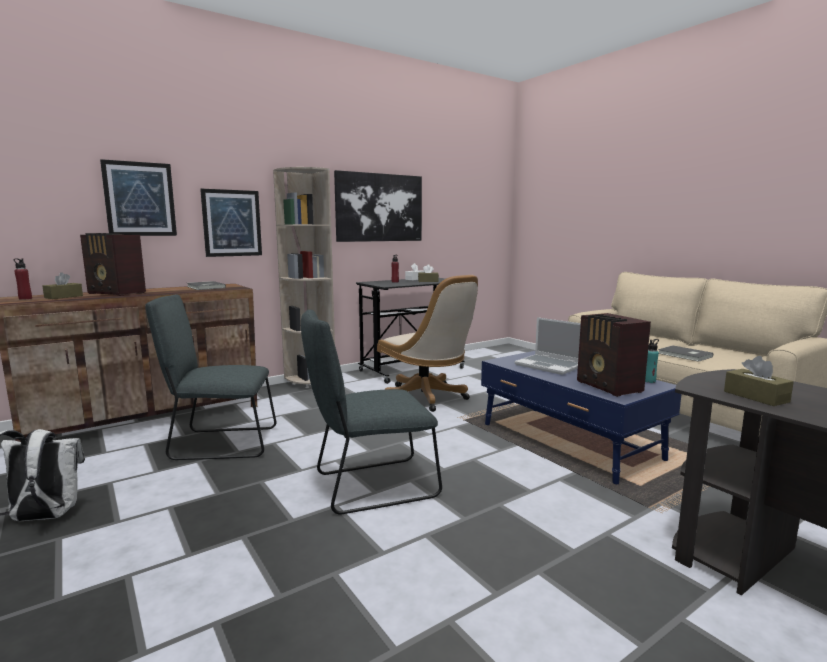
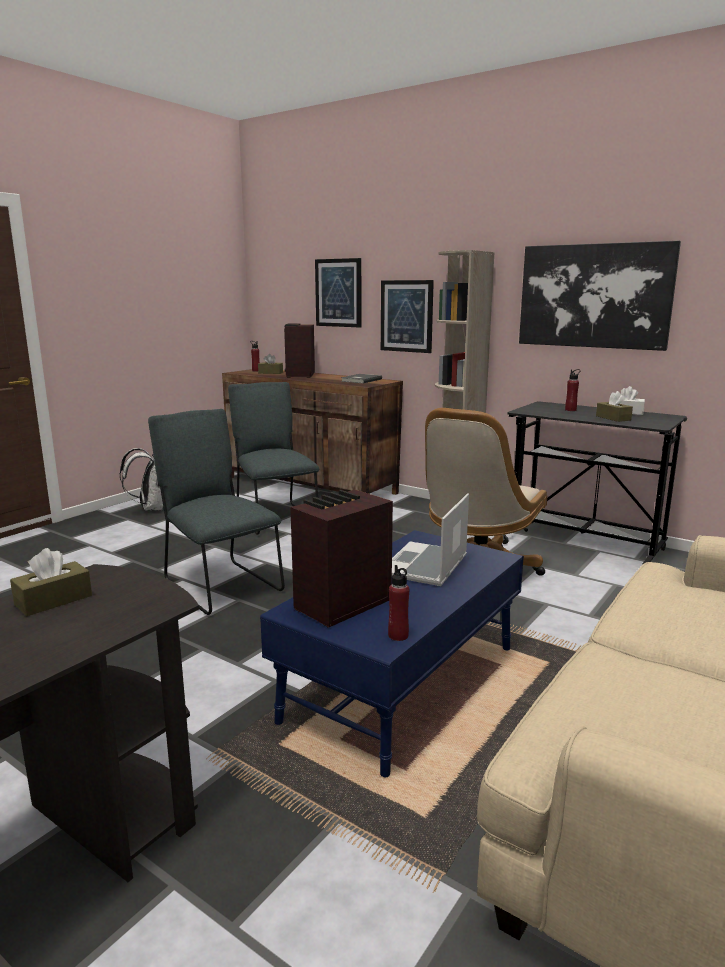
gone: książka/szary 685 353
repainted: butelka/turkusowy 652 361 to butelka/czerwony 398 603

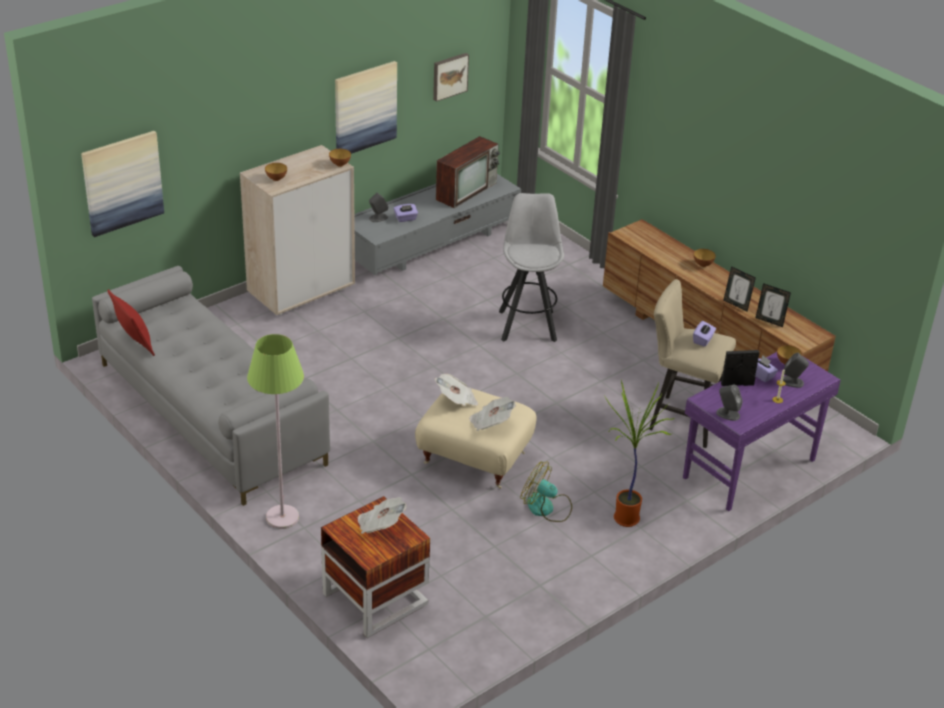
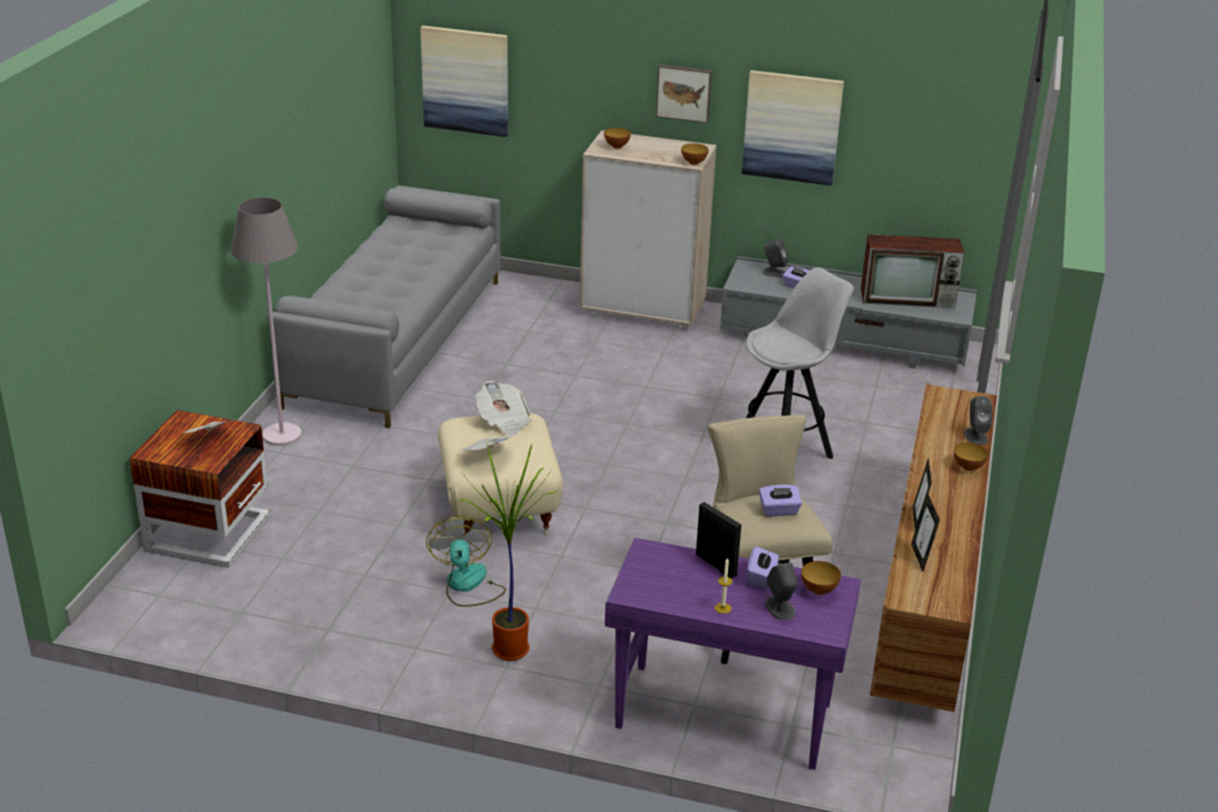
gone: poduszka/czerwony 131 322
shifted: obraz 451 77 to 684 93; głośnik/szary 729 403 to 978 420
repainted: lampa stojąca/zielony 275 431 to lampa stojąca/szary 266 322

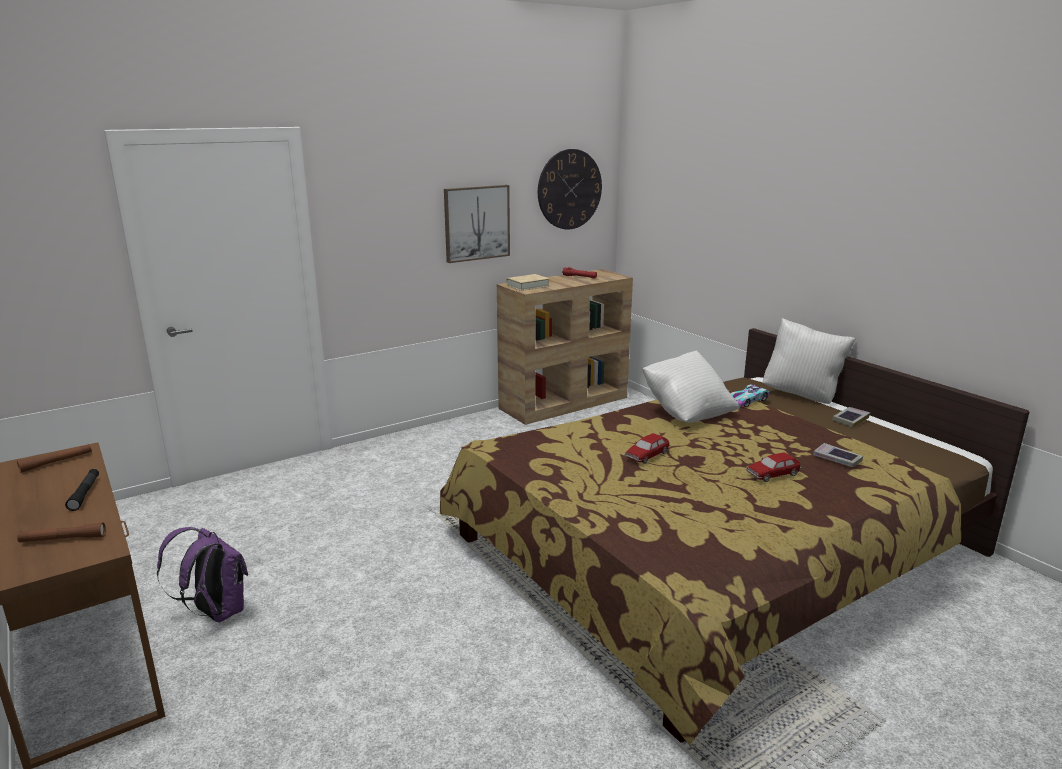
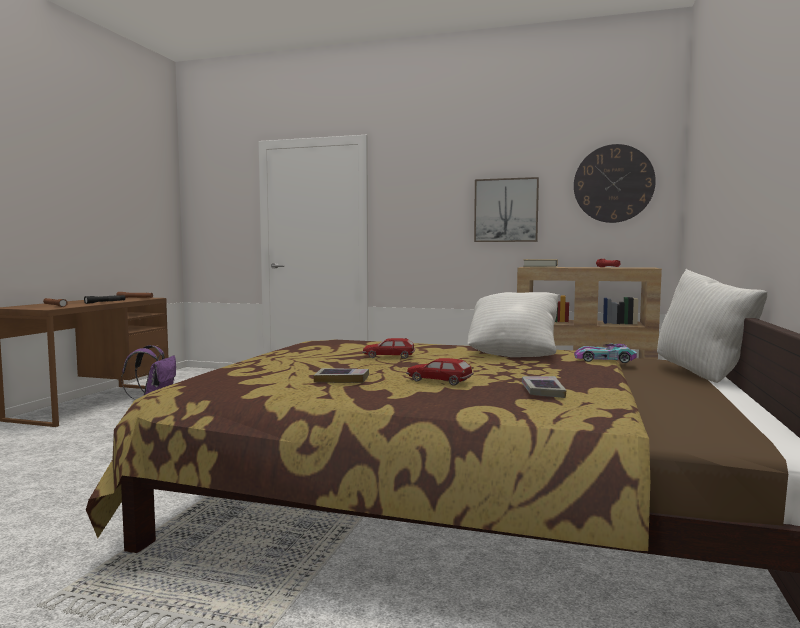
shifted: książka 851 417 to 341 375

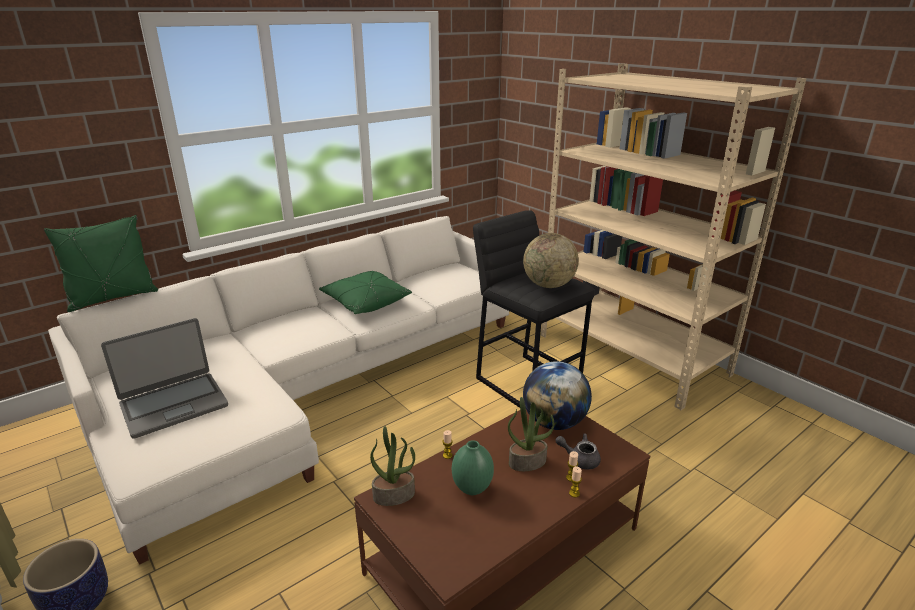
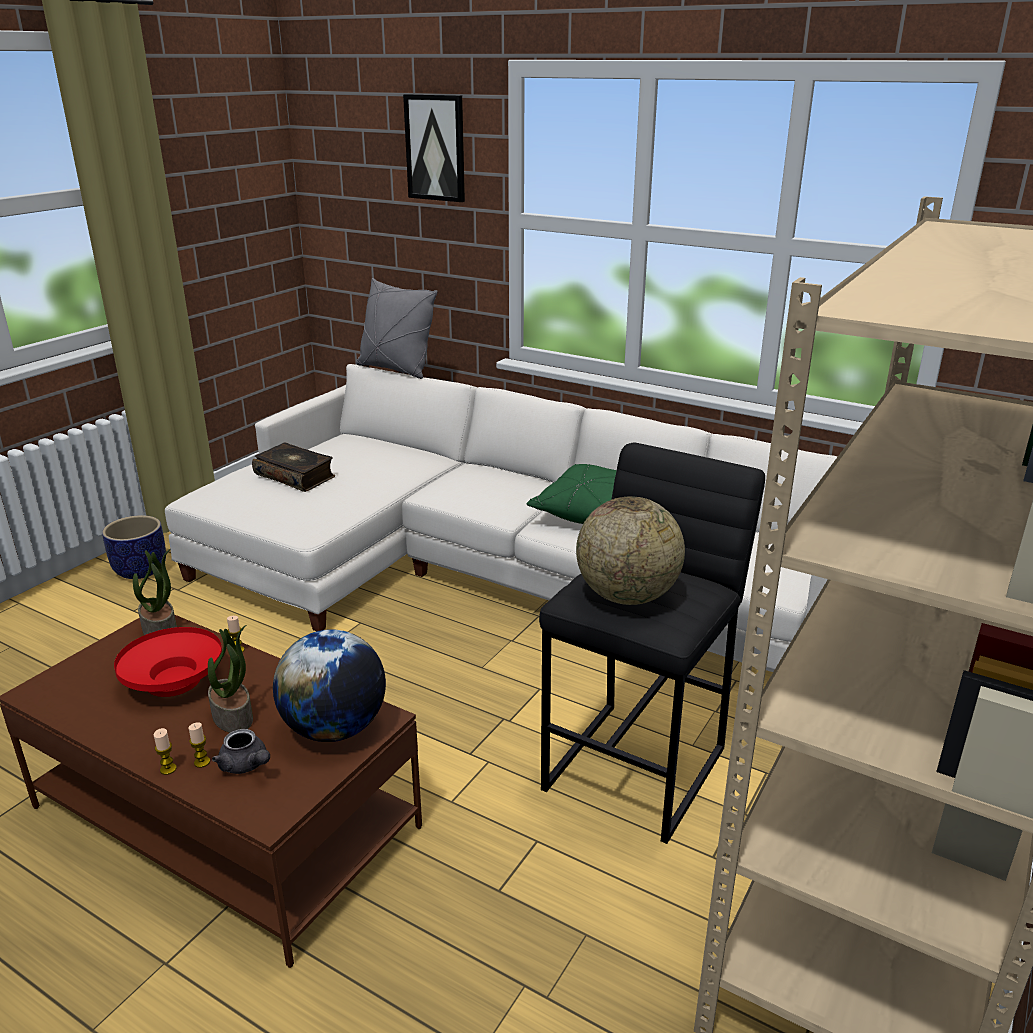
new: obraz 434 148
swapped: wazon/zielony 473 467 to miska/czerwony 168 662; laptop 164 378 to książka 293 467
repainted: poduszka/zielony 101 263 to poduszka/szary 397 328
rotated: imbryk/szary 578 452 = 241 751 135 degrees clockwise

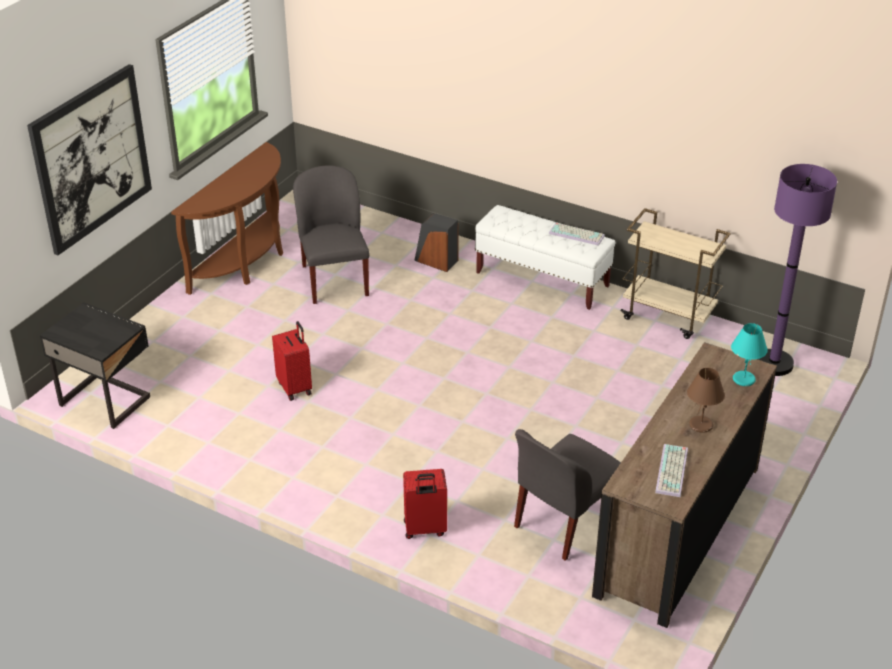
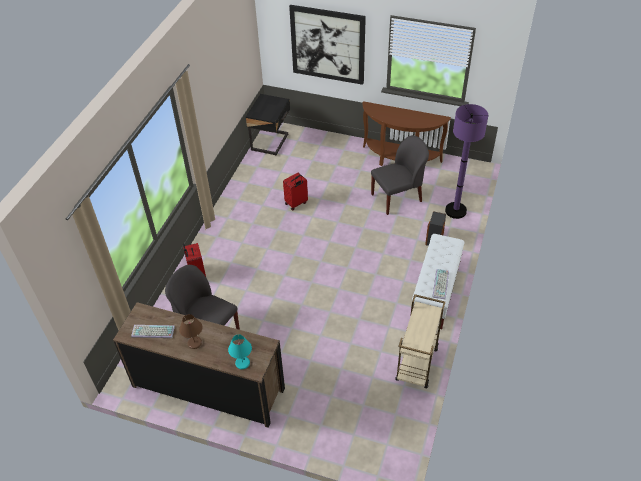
shifted: lampa stojąca/fioletowy 797 270 to 466 161

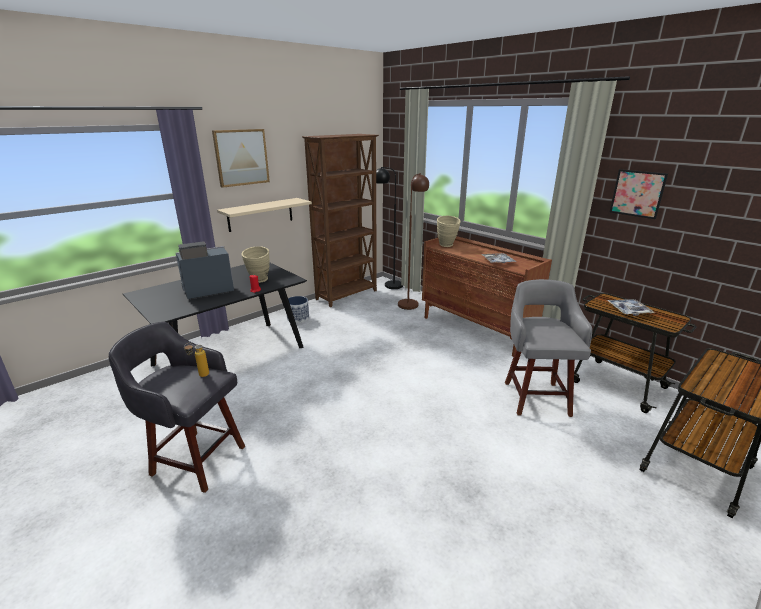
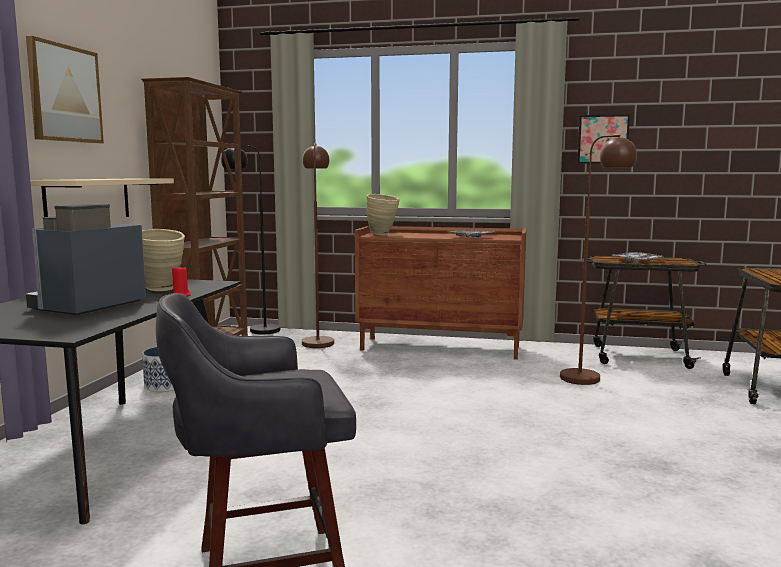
gone: butelka 196 360
swapped: stołek/szary 548 348 to lampa stojąca/brązowy 598 259

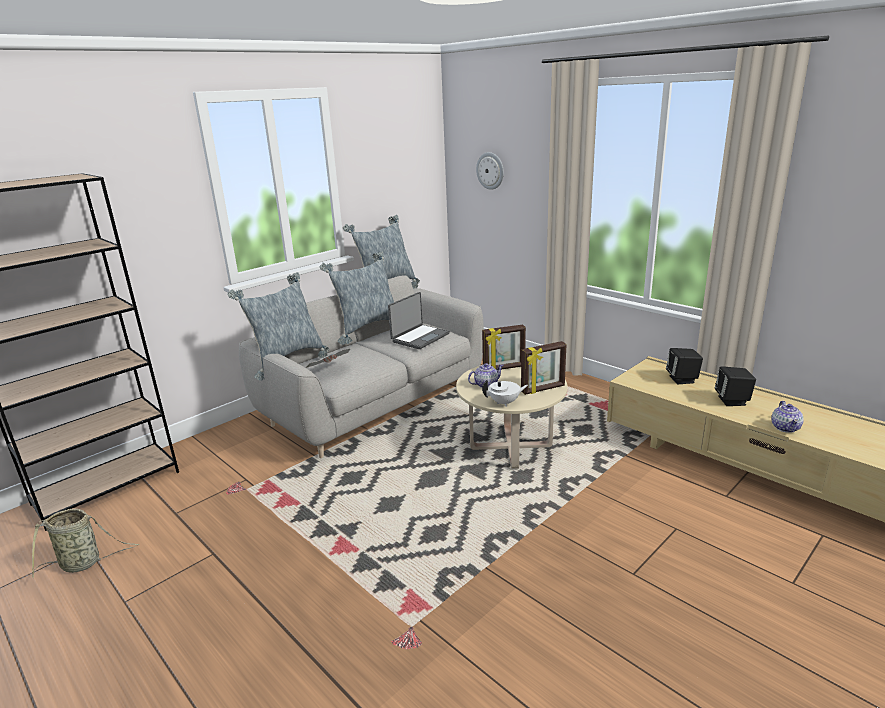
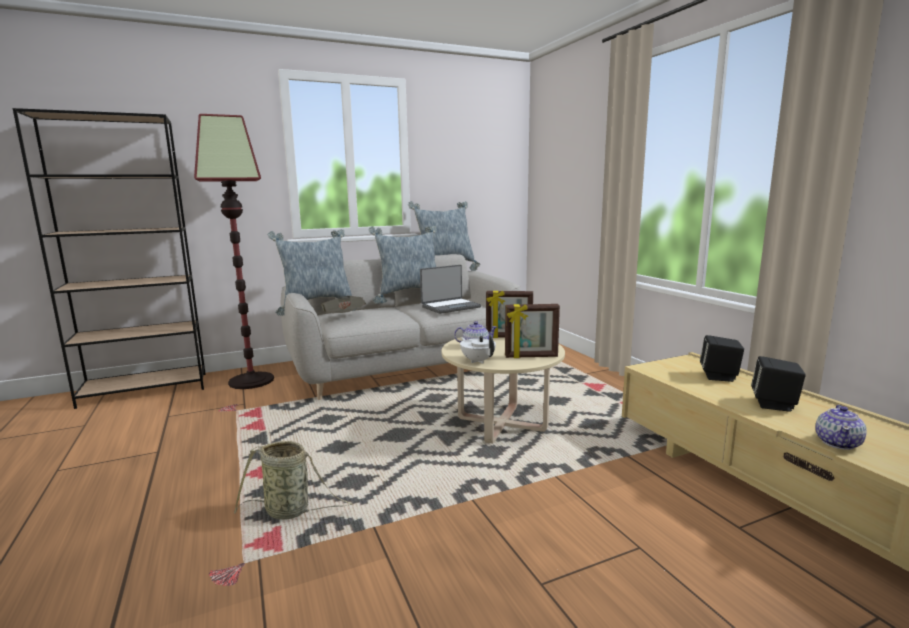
gone: zegar ścienny 490 171
new: lampa stojąca 234 251
shifted: koszyk 86 543 to 293 480
rotated: imbryk/biały 505 393 = 478 349 135 degrees counterclockwise

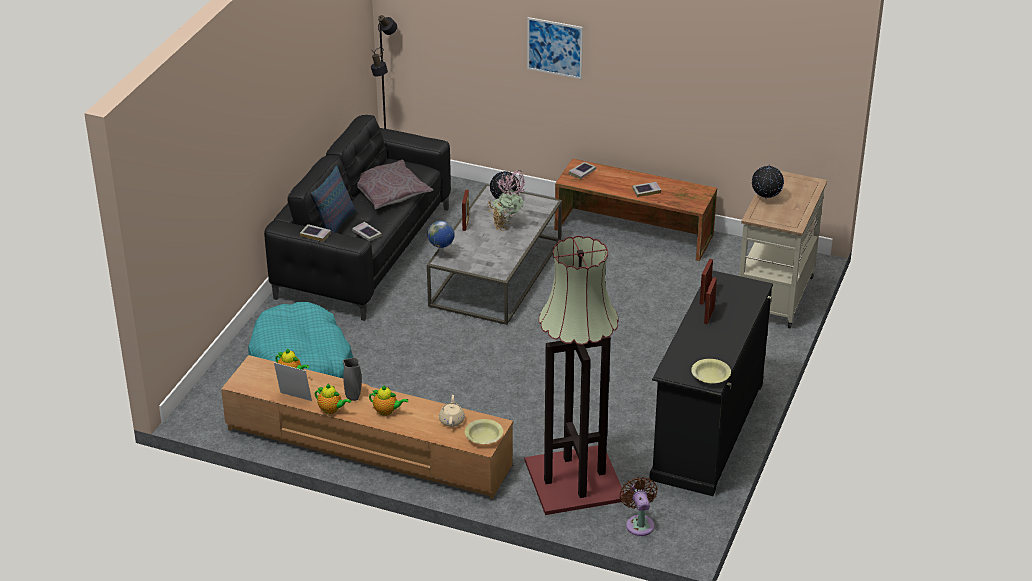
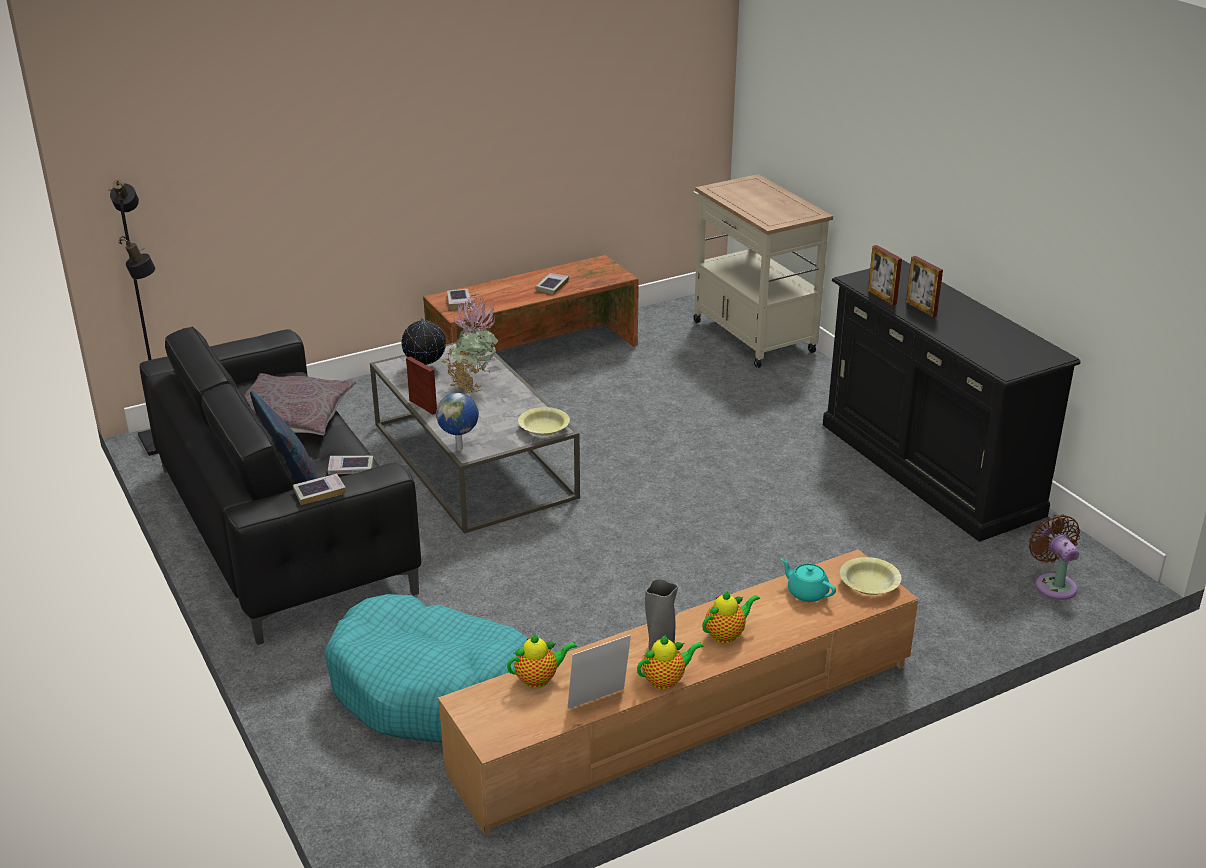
gone: lampa stojąca 574 375; obraz 555 48; globus 768 182
shifted: miska/żółty 711 371 to 544 421
repainted: imbryk/beżowy 452 411 to imbryk/turkusowy 808 580
rotated: wentylator/brązowy 638 506 = 1054 557 45 degrees clockwise

